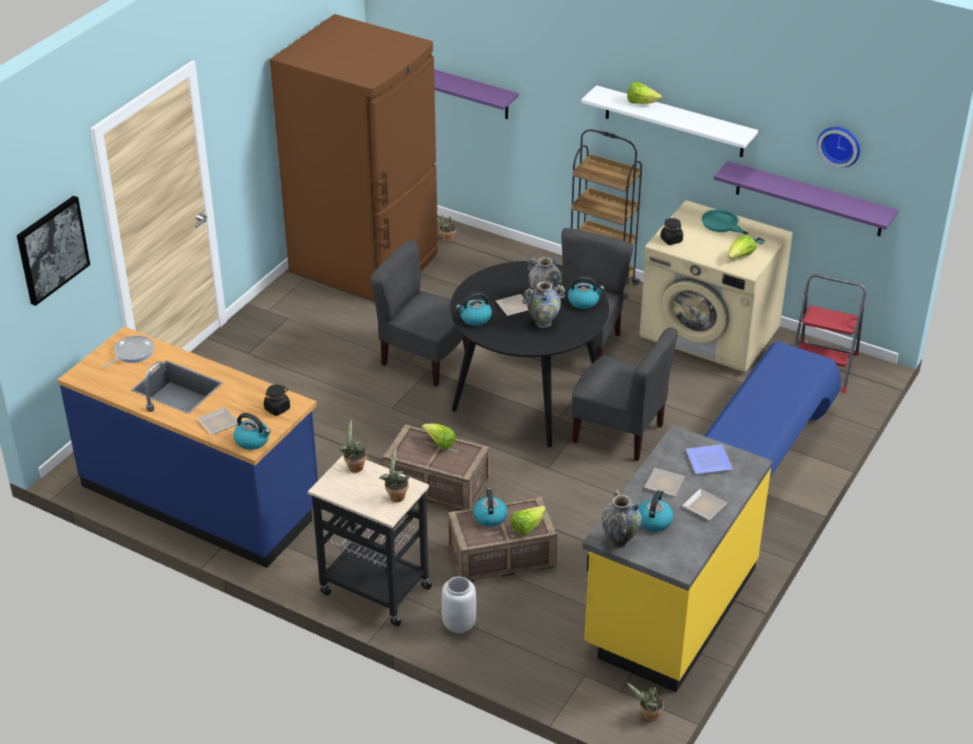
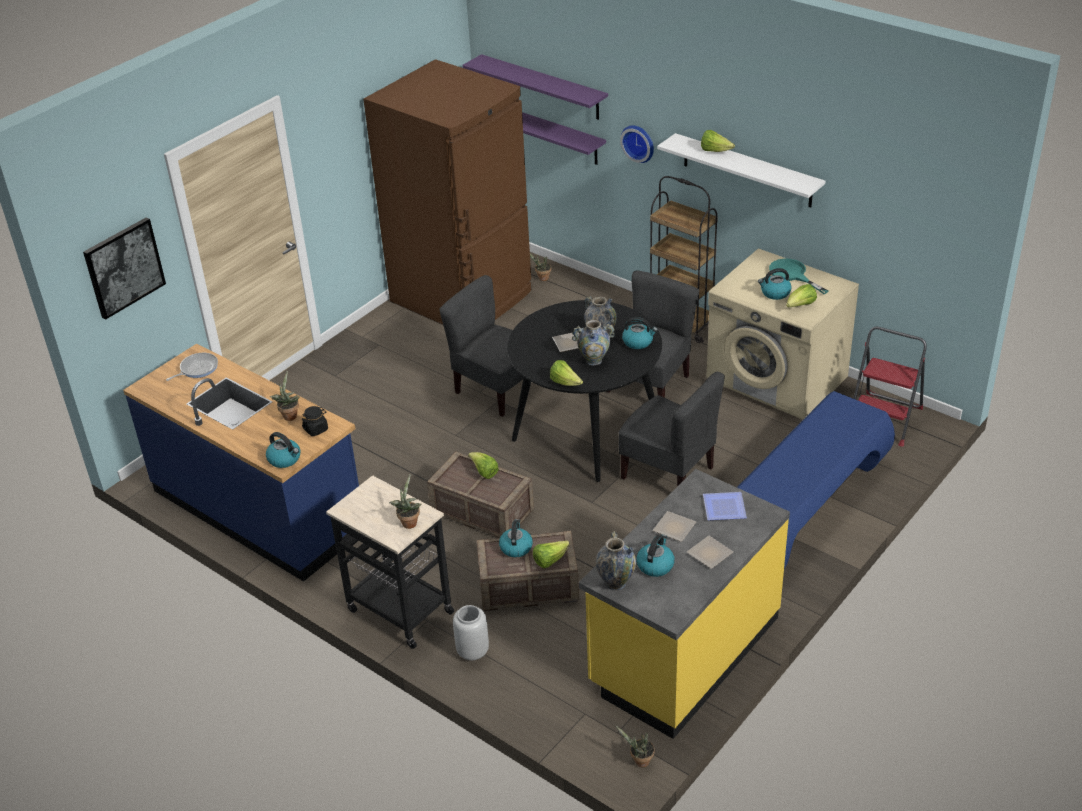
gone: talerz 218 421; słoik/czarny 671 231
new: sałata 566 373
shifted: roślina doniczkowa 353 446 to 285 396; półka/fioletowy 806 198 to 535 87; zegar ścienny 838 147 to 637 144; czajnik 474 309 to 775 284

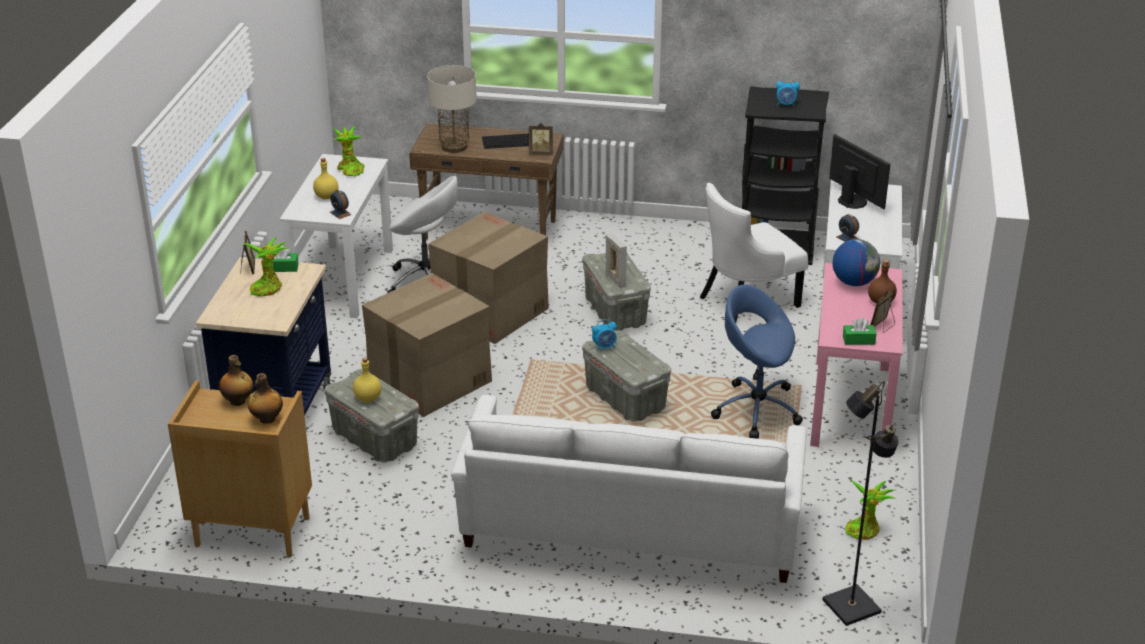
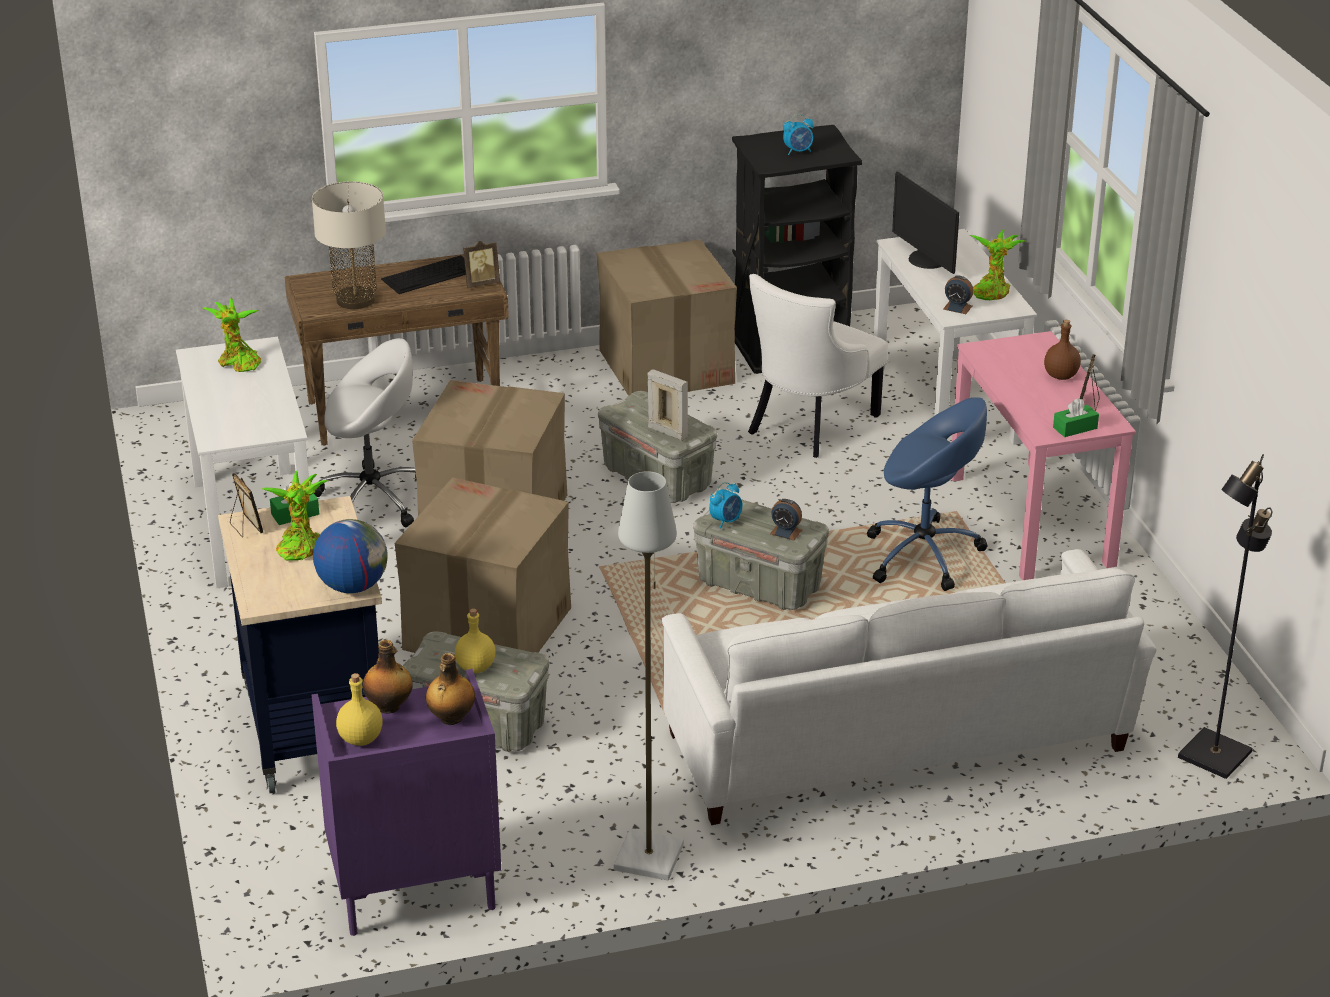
new: karton 667 317; lampa stojąca/szary 649 675
shifted: globus 856 262 to 350 556; butelka/żółty 326 179 to 359 709; budzik 341 204 to 786 519; roślina doniczkowa 870 510 to 998 265
repainted: szafka/brązowy 240 469 to szafka/fioletowy 406 802
rotated: krzesło biurowe/niebieski 757 361 = 927 494 150 degrees counterclockwise; monitor 859 171 = 926 222 150 degrees counterclockwise

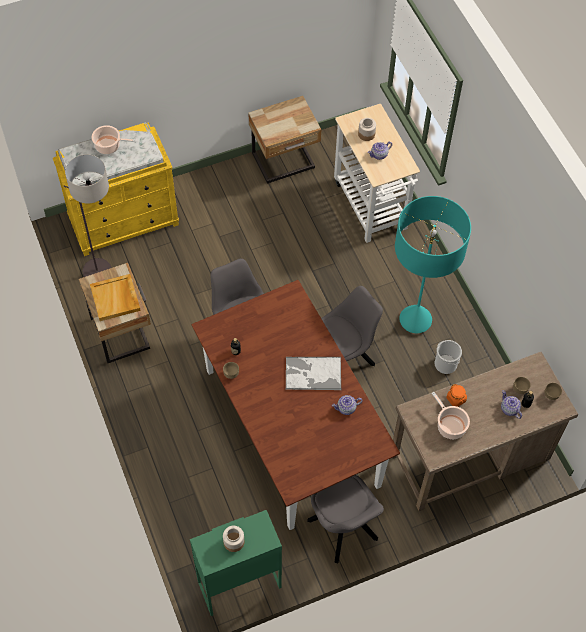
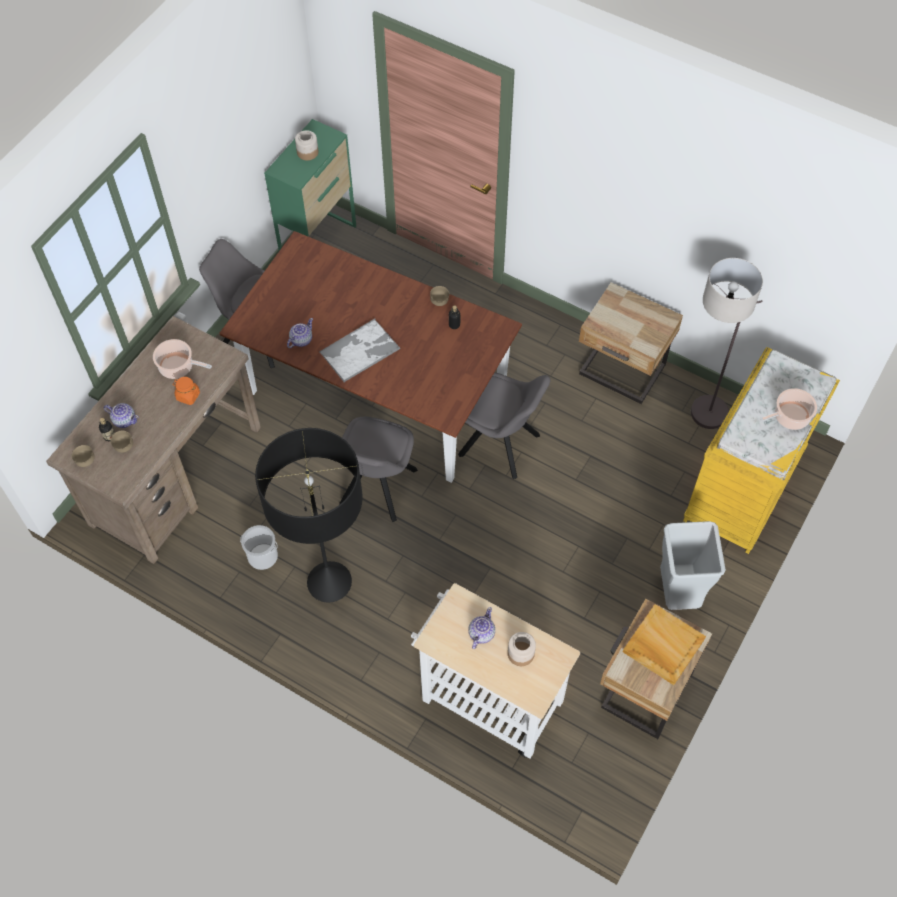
new: kosz na śmieci/szary 693 565
shifted: taca/beżowy 115 297 to 664 644
repainted: lampa stojąca/turkusowy 433 264 to lampa stojąca/czarny 309 515

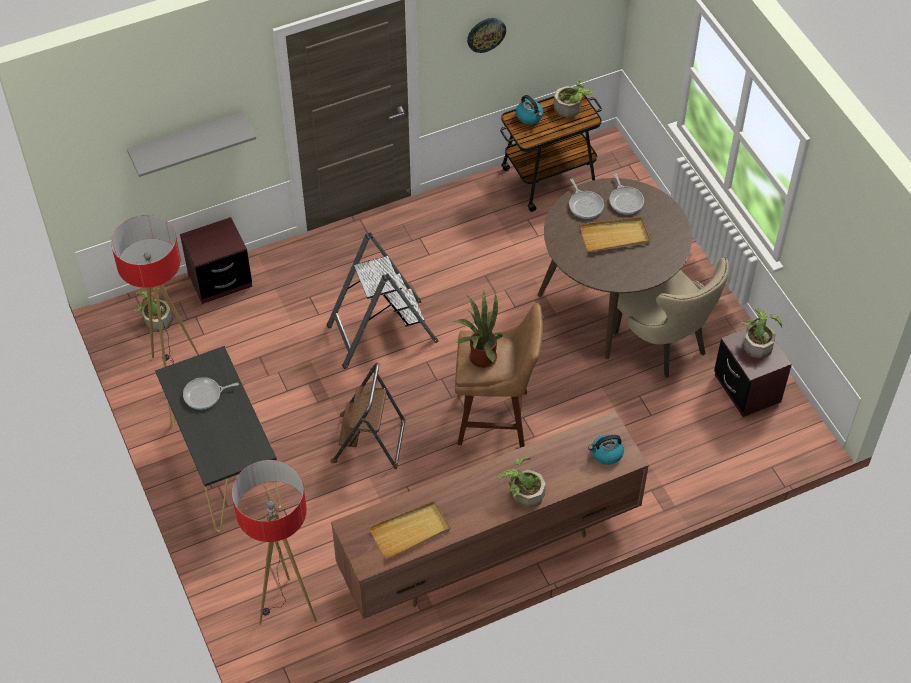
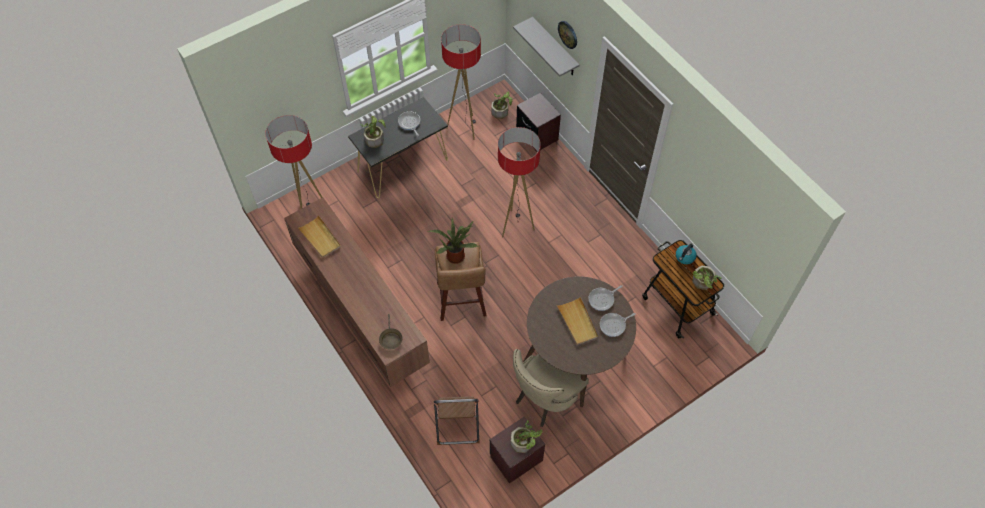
shifted: roślina doniczkowa 522 482 to 373 132; drabinka/brązowy 368 416 to 457 421; zegar ścienny 486 35 to 567 35
swapped: czajnik 606 450 to patelnia/brązowy 390 332; drabinka/szary 382 301 to lampa stojąca 519 182

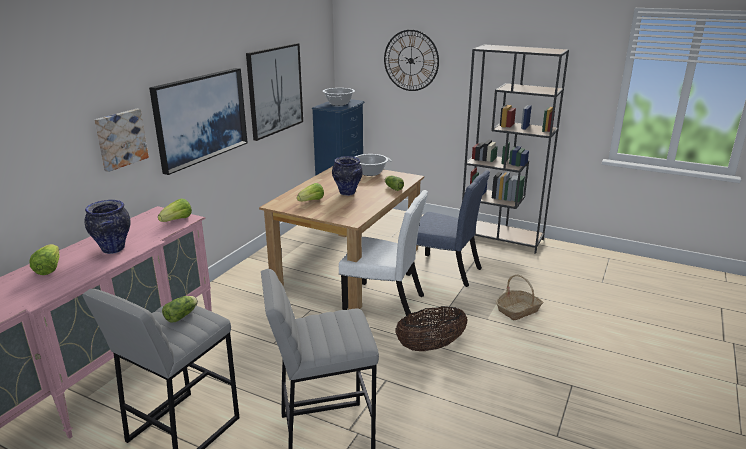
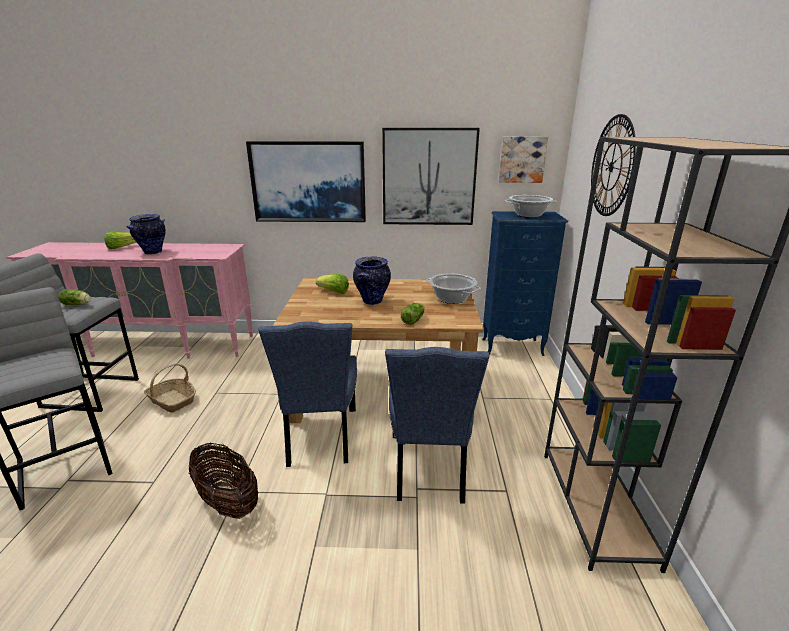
gone: sałata 175 210
shifted: koszyk 519 297 to 170 388; obraz 121 140 to 523 159
repainted: krzesło/biały 383 253 to krzesło/niebieski 307 394

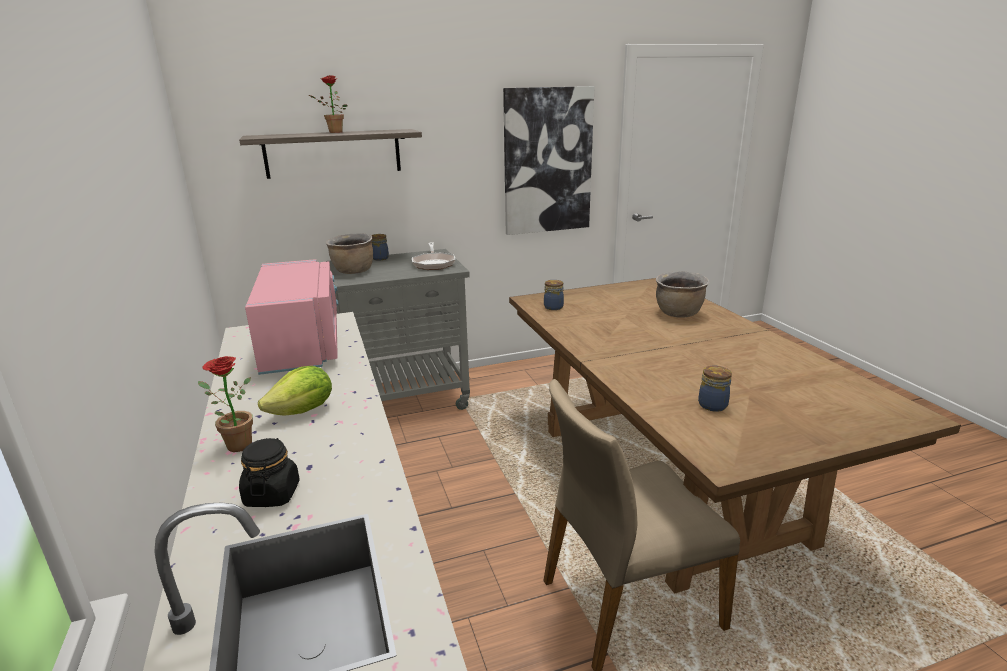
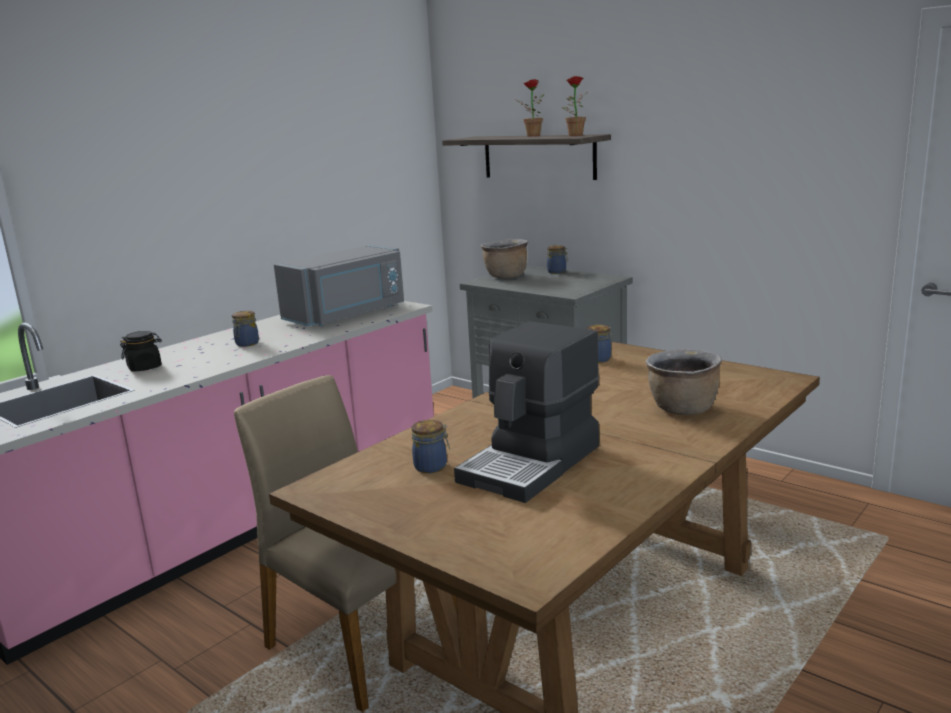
gone: patelnia 433 256; obraz 548 160
new: ekspres do kawy 526 412
shifted: roślina doniczkowa 225 404 to 574 106
swapped: sałata 295 391 to słoik 245 329
repainted: mikrofalówka/różowy 291 317 to mikrofalówka/szary 339 285

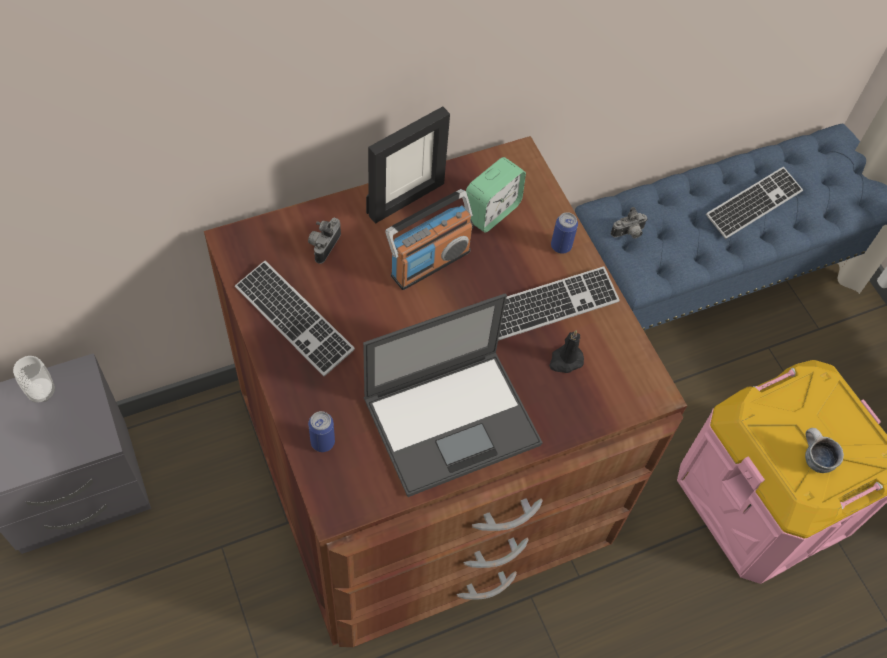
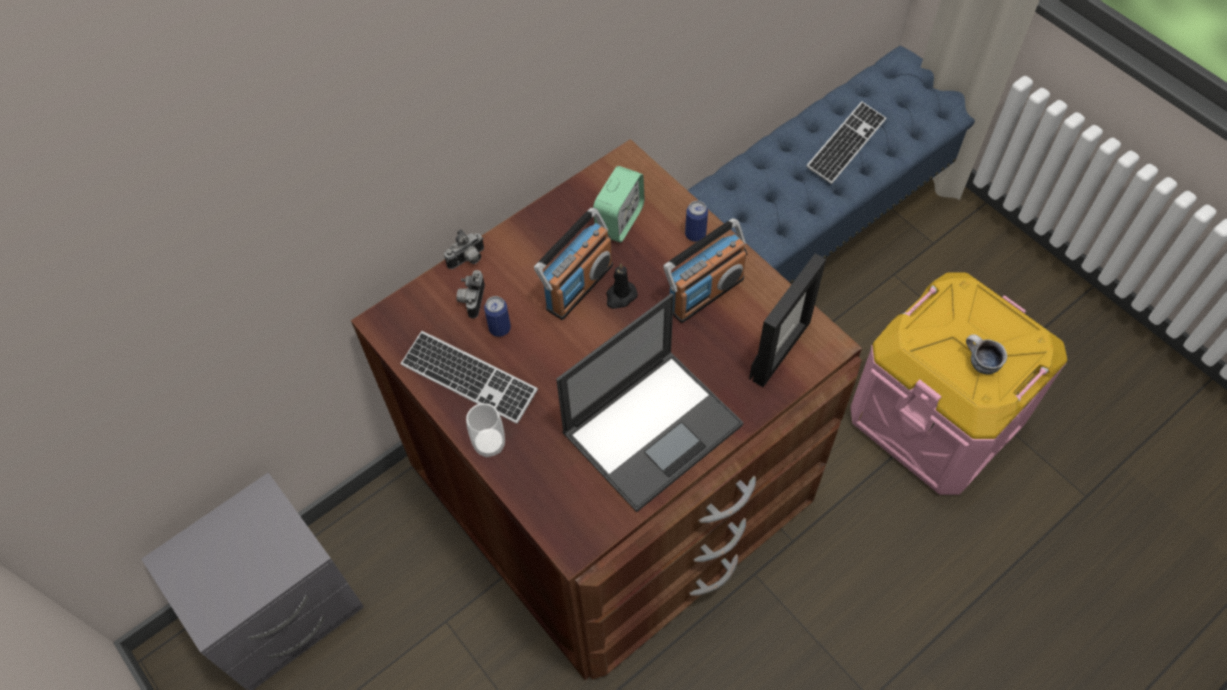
shifted: aparat fotograficzny 629 223 to 464 249; filiżanka 34 379 to 485 430; puszka 321 431 to 497 316; świeca/czarny 566 351 to 622 286; ramka na zdjęcie 408 165 to 787 320
swapped: klawiatura 559 303 to radio 705 270

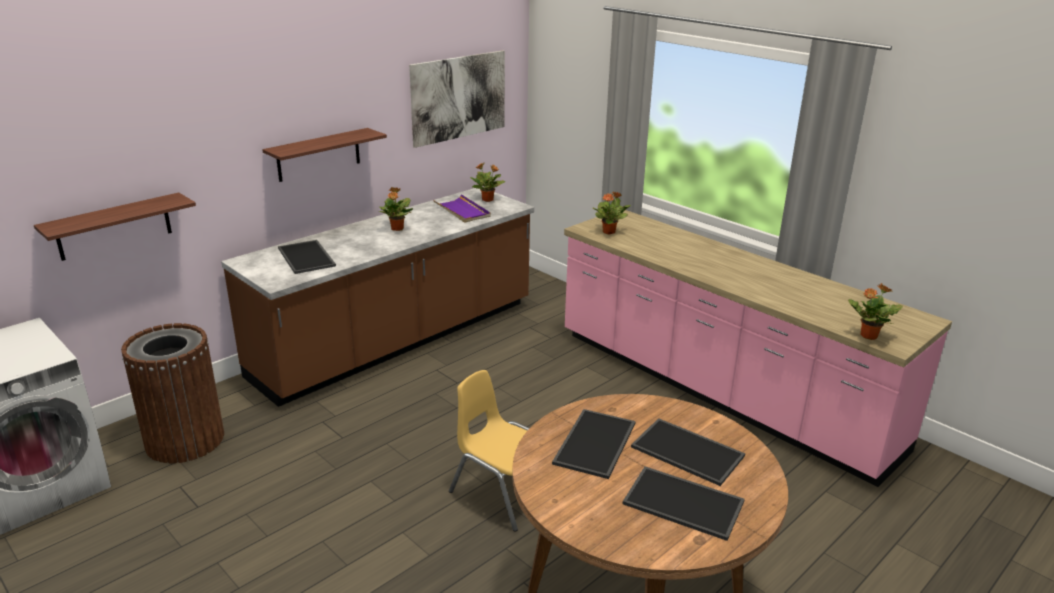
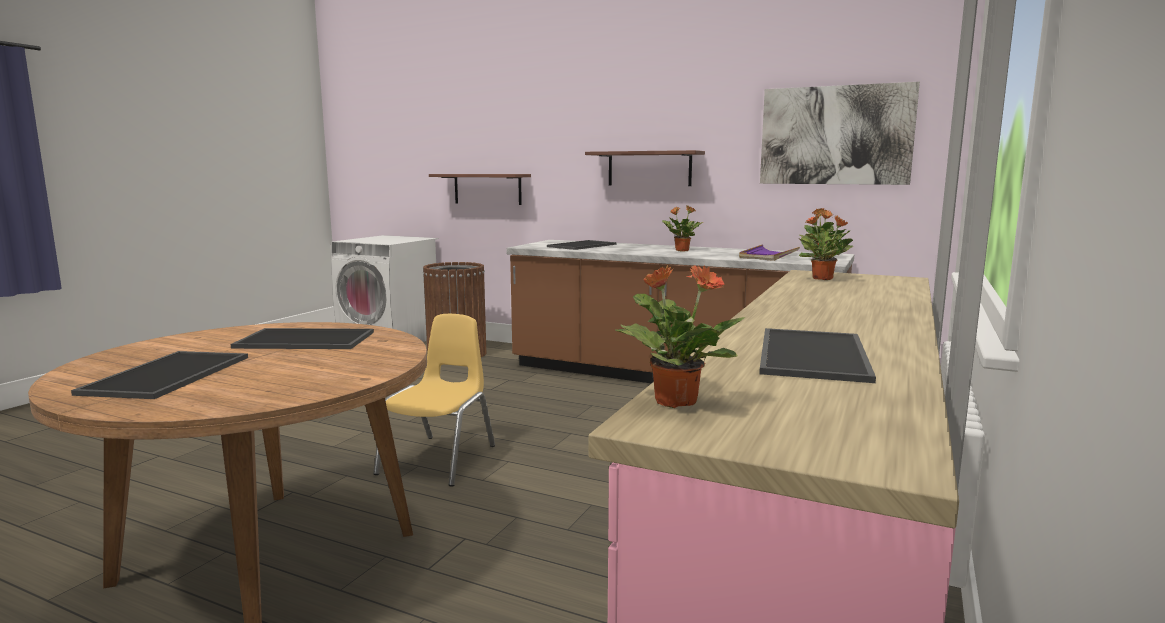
shifted: taca 688 452 to 817 355

